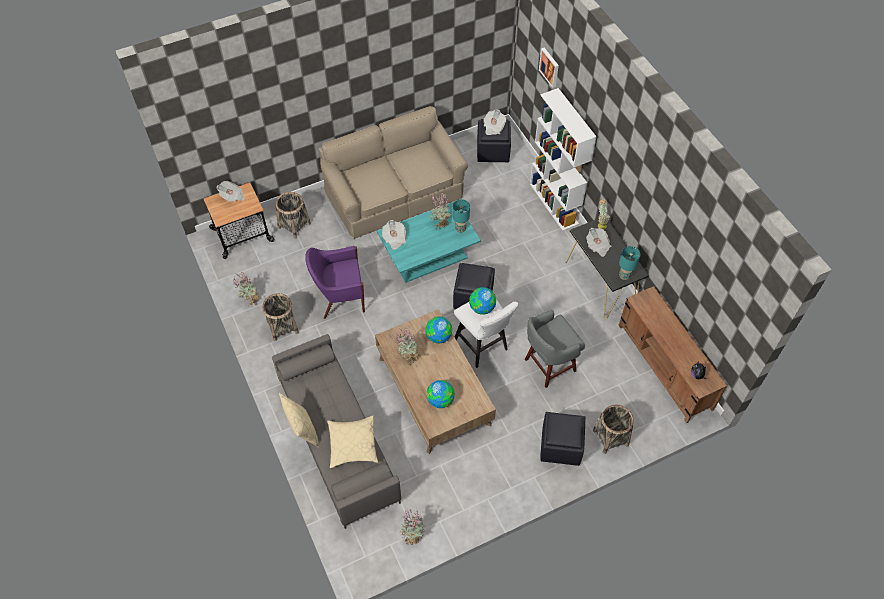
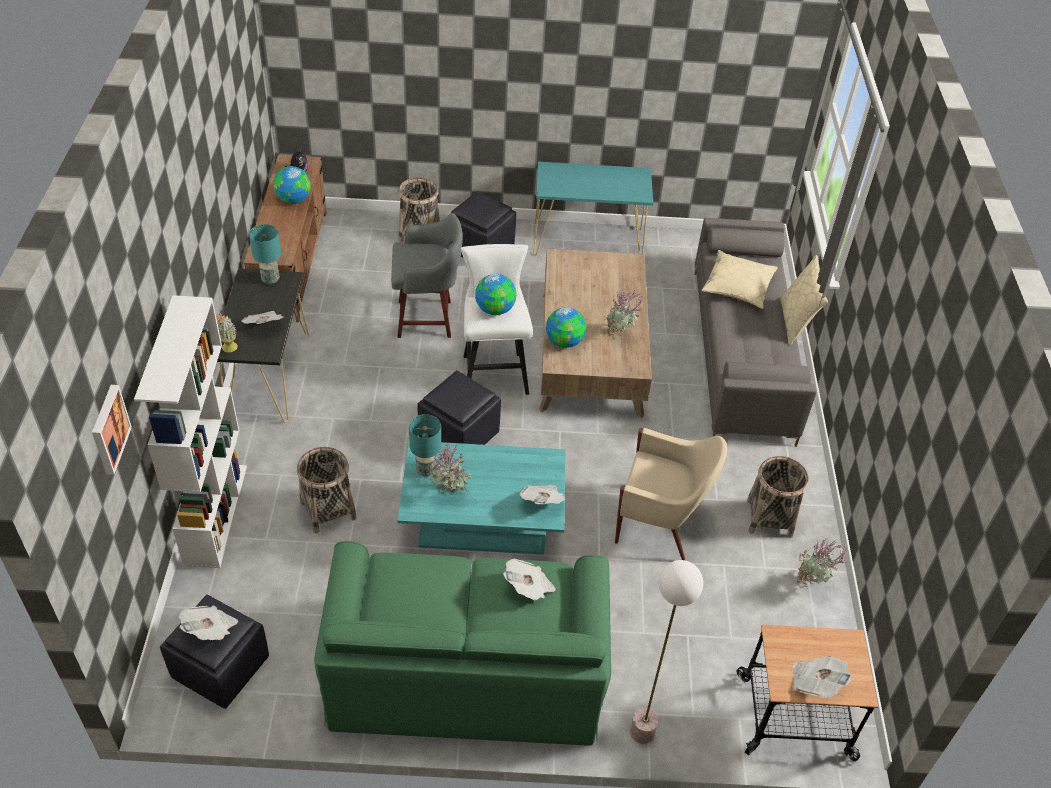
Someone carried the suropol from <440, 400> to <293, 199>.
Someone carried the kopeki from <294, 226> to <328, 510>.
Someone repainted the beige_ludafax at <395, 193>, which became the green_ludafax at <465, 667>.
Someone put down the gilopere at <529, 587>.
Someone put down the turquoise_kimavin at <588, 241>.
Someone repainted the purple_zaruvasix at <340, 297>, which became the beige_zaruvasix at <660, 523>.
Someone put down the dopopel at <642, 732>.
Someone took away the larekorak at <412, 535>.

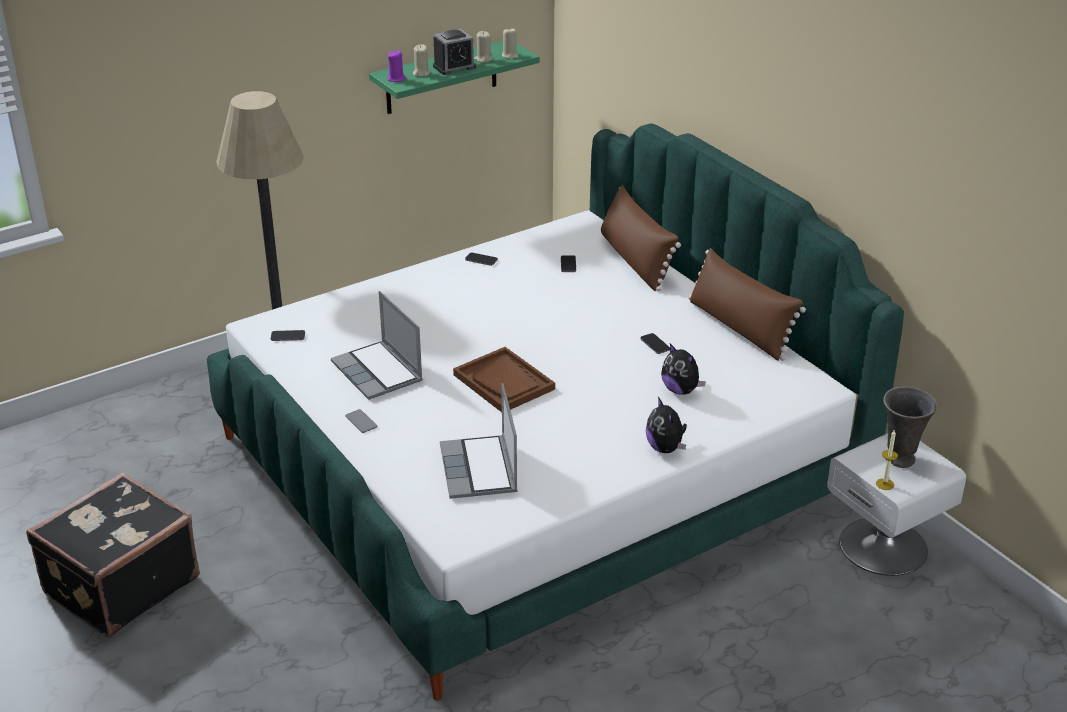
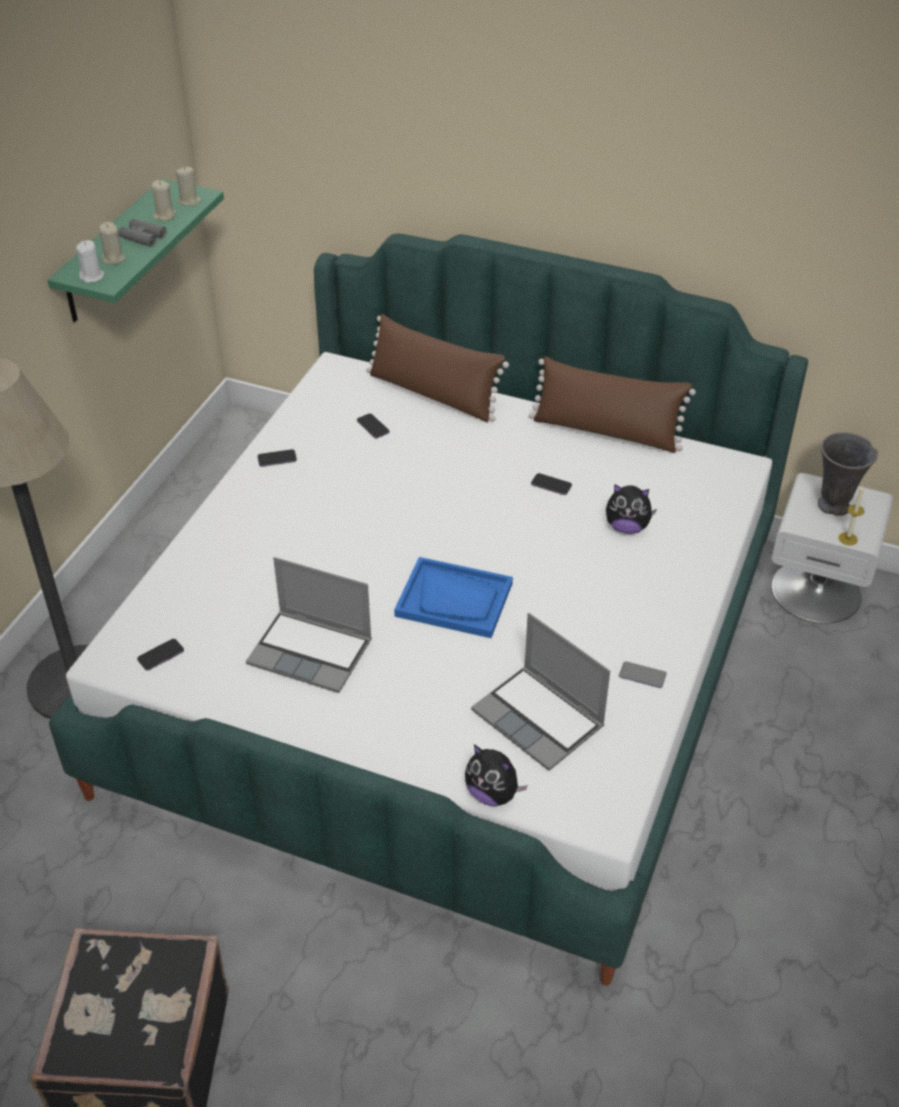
Someone repainted the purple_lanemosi at <396, 79>, which became the white_lanemosi at <92, 277>.
Someone swapped the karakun at <454, 67> for the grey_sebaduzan at <143, 237>.
Someone repainted the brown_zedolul at <504, 382>, which became the blue_zedolul at <454, 600>.
Someone carried the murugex from <665, 448> to <493, 794>.
Someone carried the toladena from <361, 422> to <642, 675>.

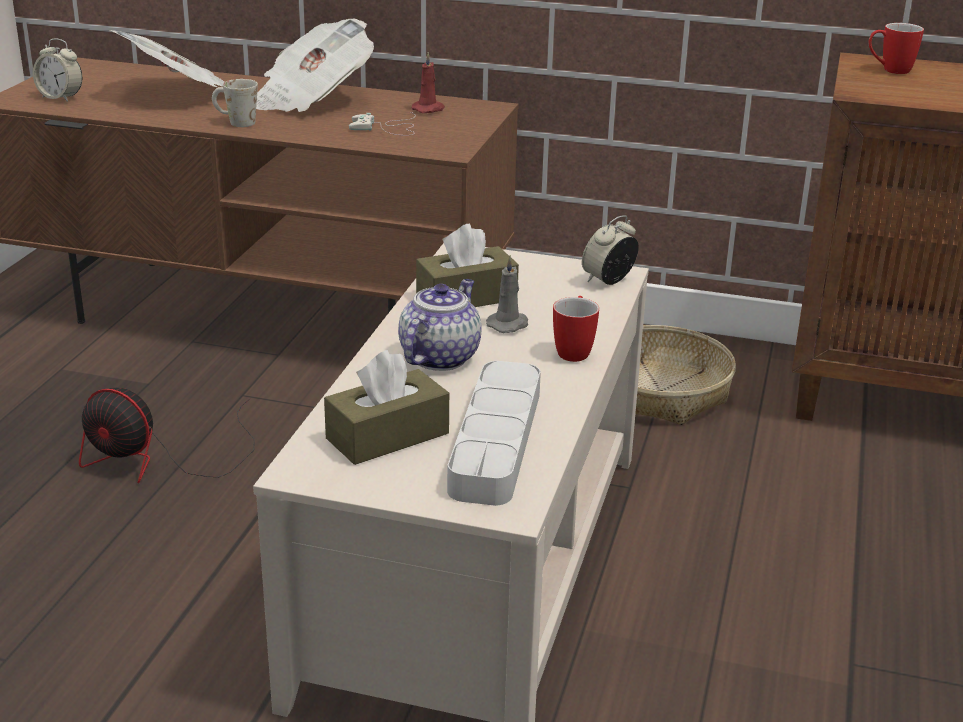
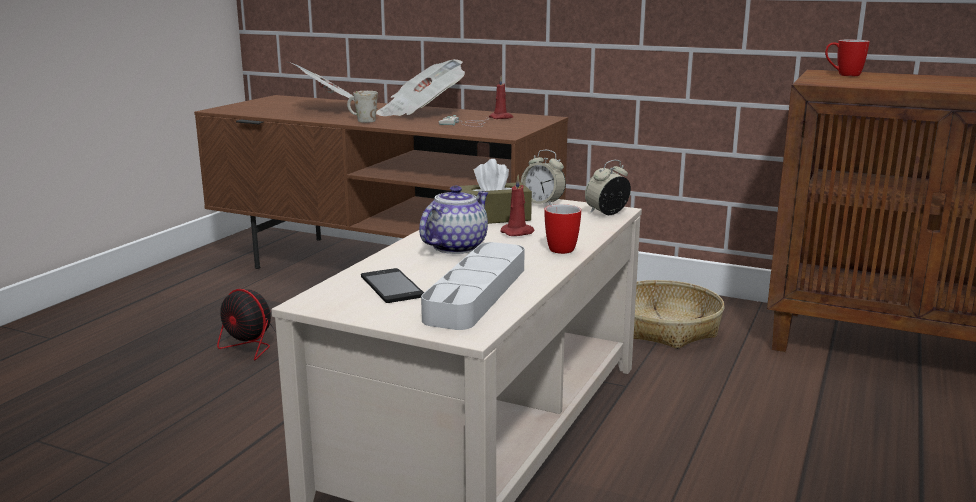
Someone swapped the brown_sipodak at <387, 436> for the toladena at <391, 286>.
Someone repainted the grey_lanemosi at <509, 324>, which became the red_lanemosi at <518, 232>.
Someone carried the karakun from <60, 98> to <542, 203>.

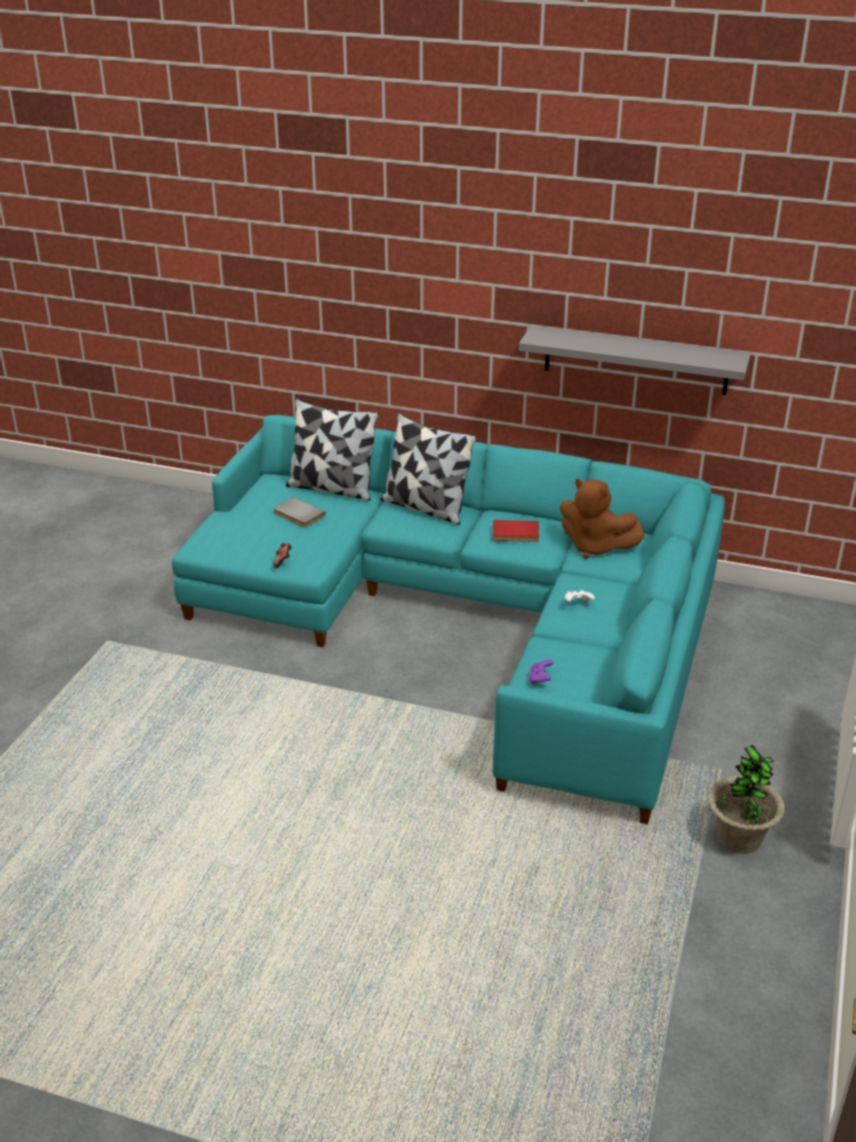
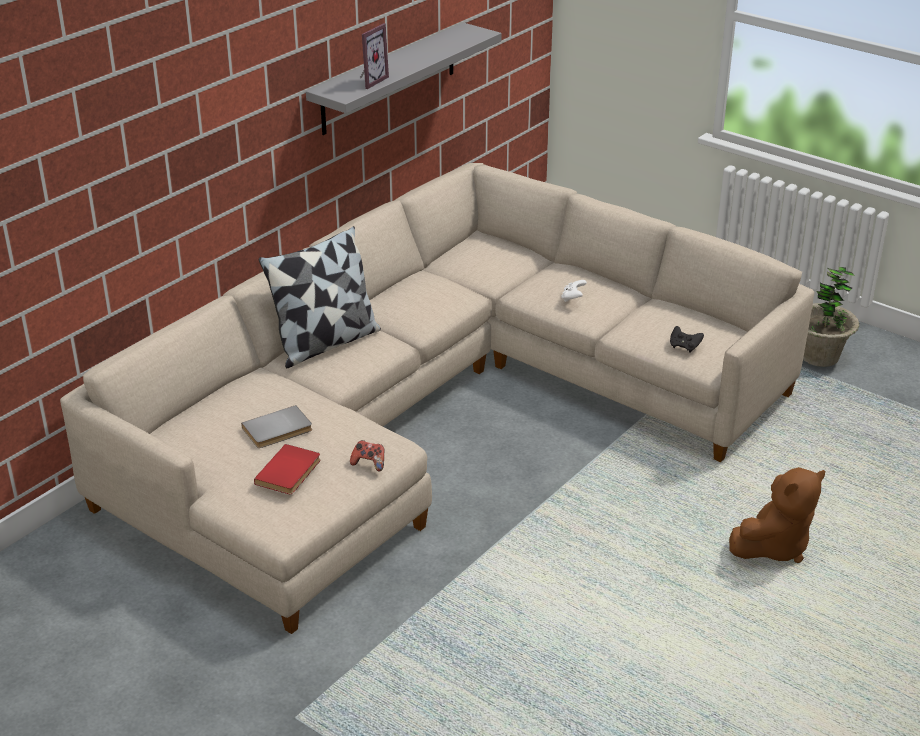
Someone repainted the turquoise_ludafax at <471, 618>, which became the beige_ludafax at <434, 413>.
Someone carried the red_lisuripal from <515, 534> to <290, 472>.
Someone put down the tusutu at <369, 81>.
Someone repainted the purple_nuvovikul at <540, 679>, which became the black_nuvovikul at <684, 347>.
Someone carried the brown_murugex from <595, 547> to <774, 546>.
Someone took away the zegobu at <332, 488>.

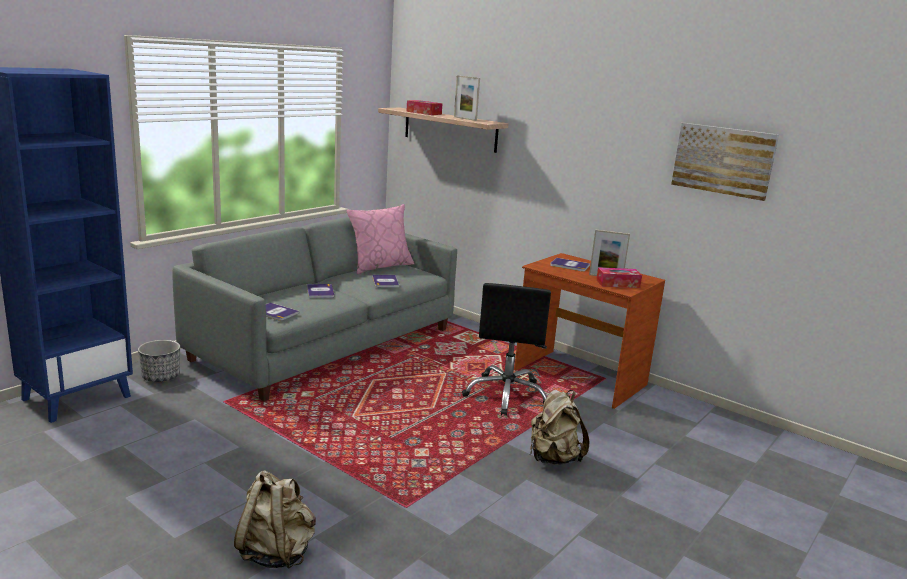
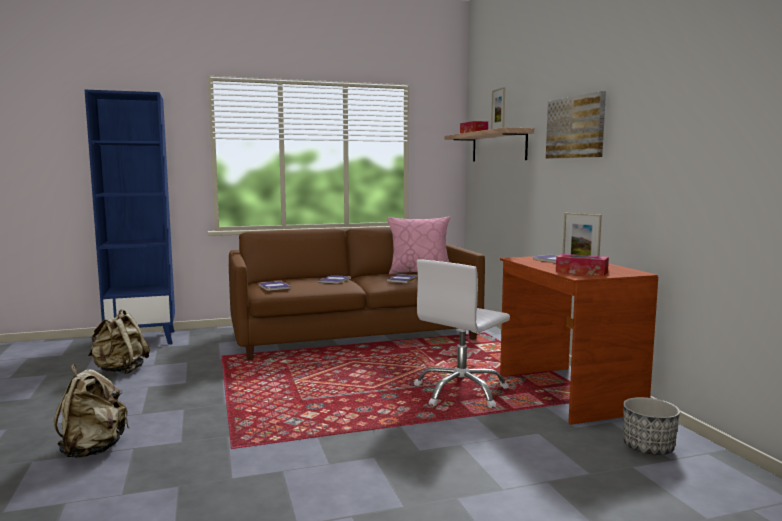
Someone carried the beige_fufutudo from <553, 458> to <120, 371>.
Someone repainted the grey_ludafax at <326, 344>, which became the brown_ludafax at <355, 335>.
Someone repainted the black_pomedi at <507, 395>, which became the white_pomedi at <461, 392>.
Someone carried the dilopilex from <723, 160> to <576, 127>.
Someone carried the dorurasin from <161, 377> to <648, 448>.

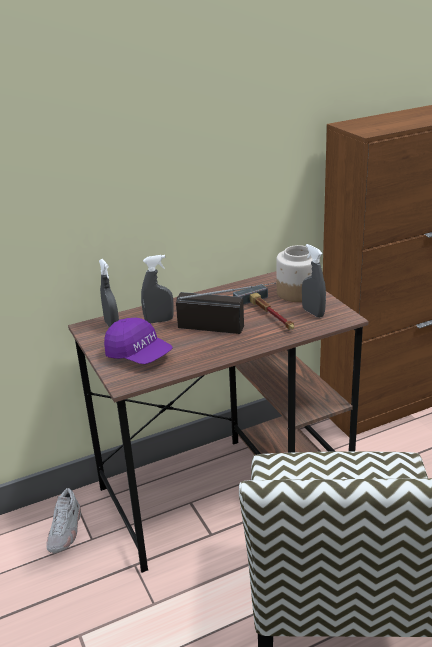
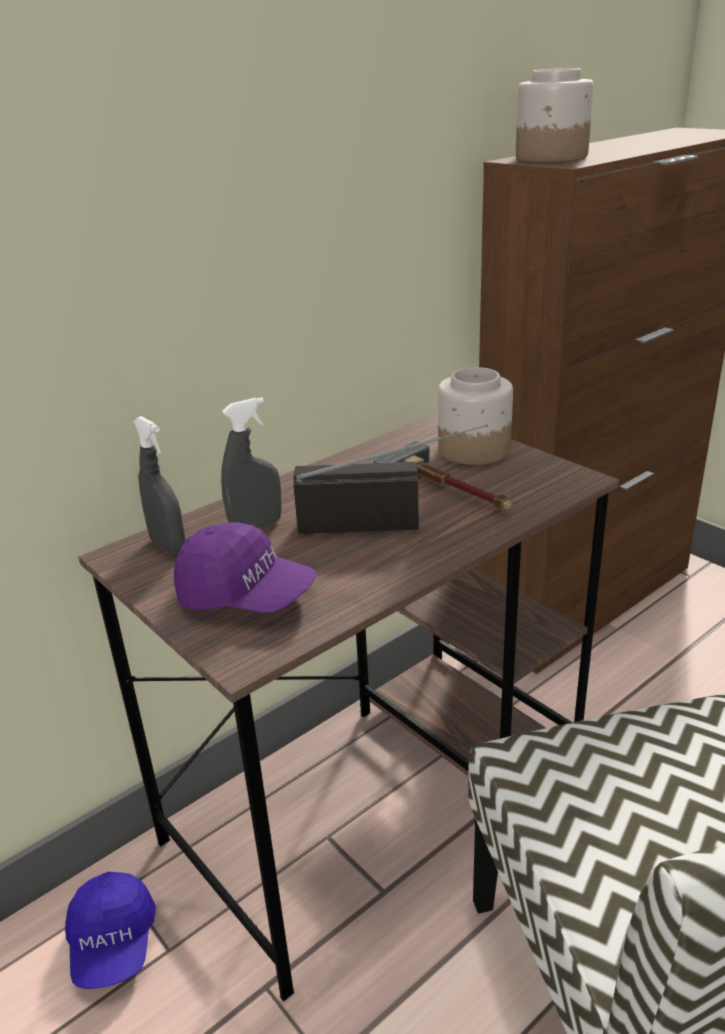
Someone swapped the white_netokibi at <65, 530> for the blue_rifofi at <113, 943>.
Someone put down the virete at <551, 157>.
Someone took away the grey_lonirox at <313, 312>.

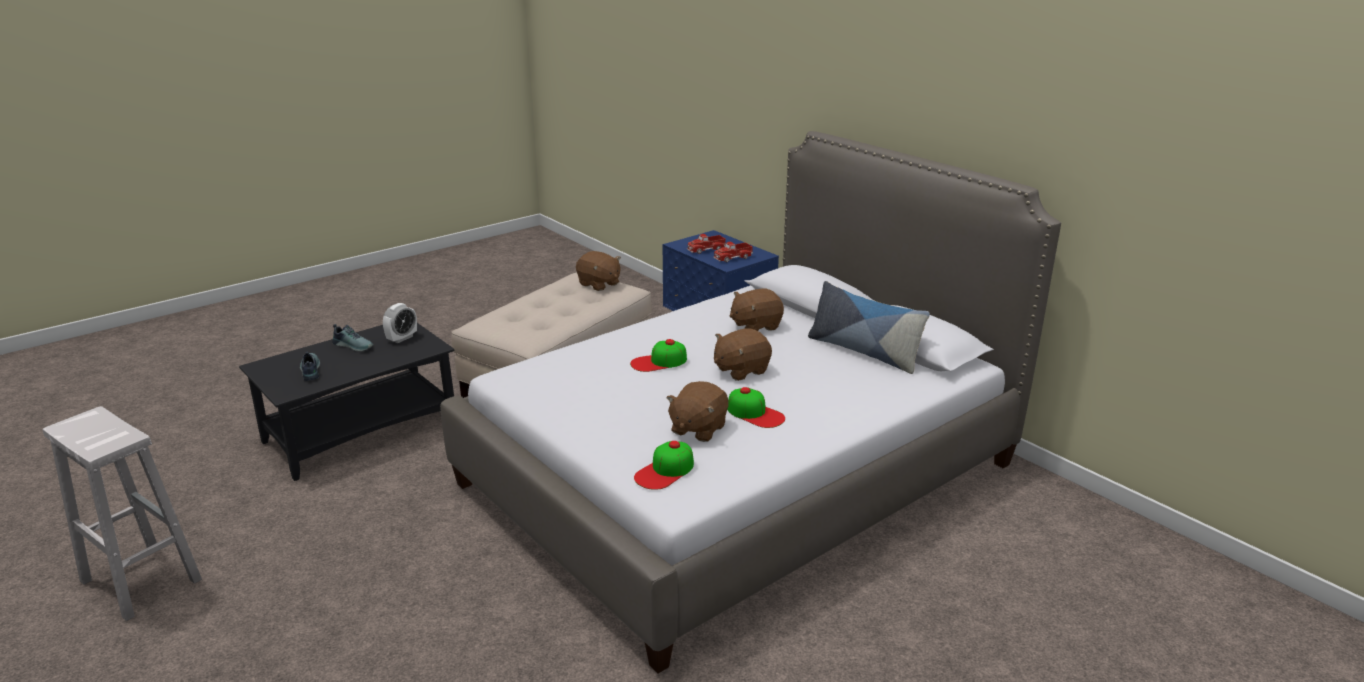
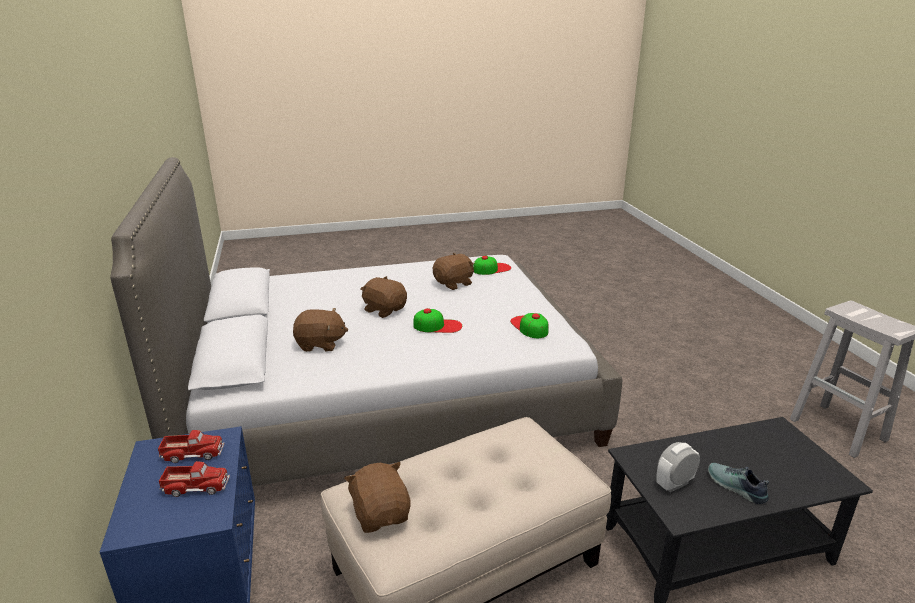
Someone rotated the brown_murugex at <741, 370> by 135 degrees counterclockwise.
Someone carried the rifofi from <755, 413> to <529, 326>.
Someone took away the netokibi at <309, 371>.
Someone took away the zegobu at <864, 352>.

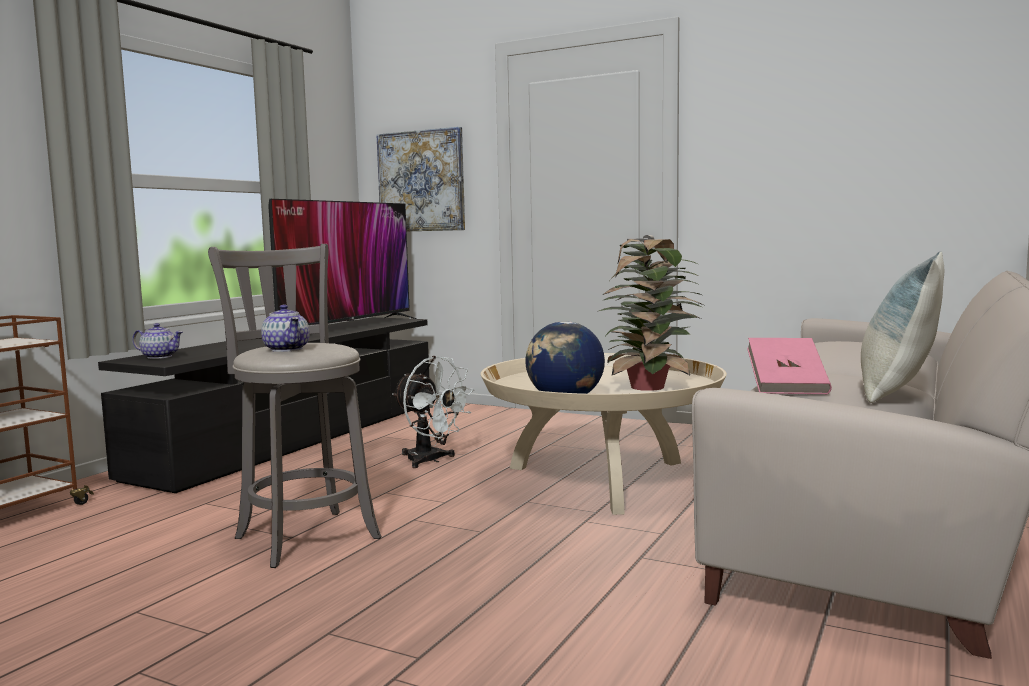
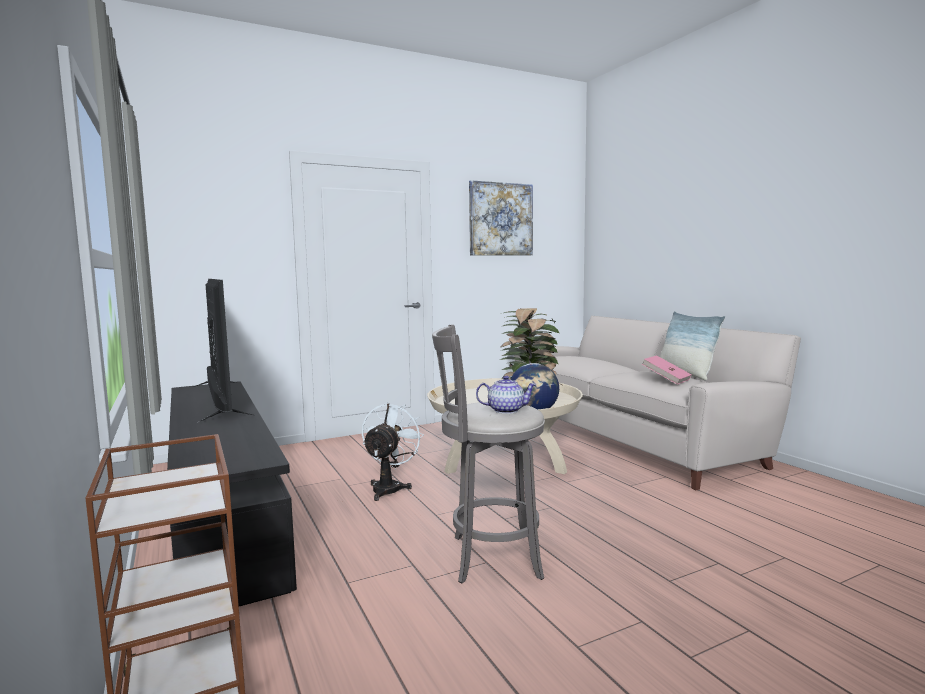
Someone rotated the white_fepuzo at <431, 461> by 60 degrees counterclockwise.
Someone carried the dilopilex from <421, 181> to <500, 219>.
Someone took away the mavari at <159, 357>.

